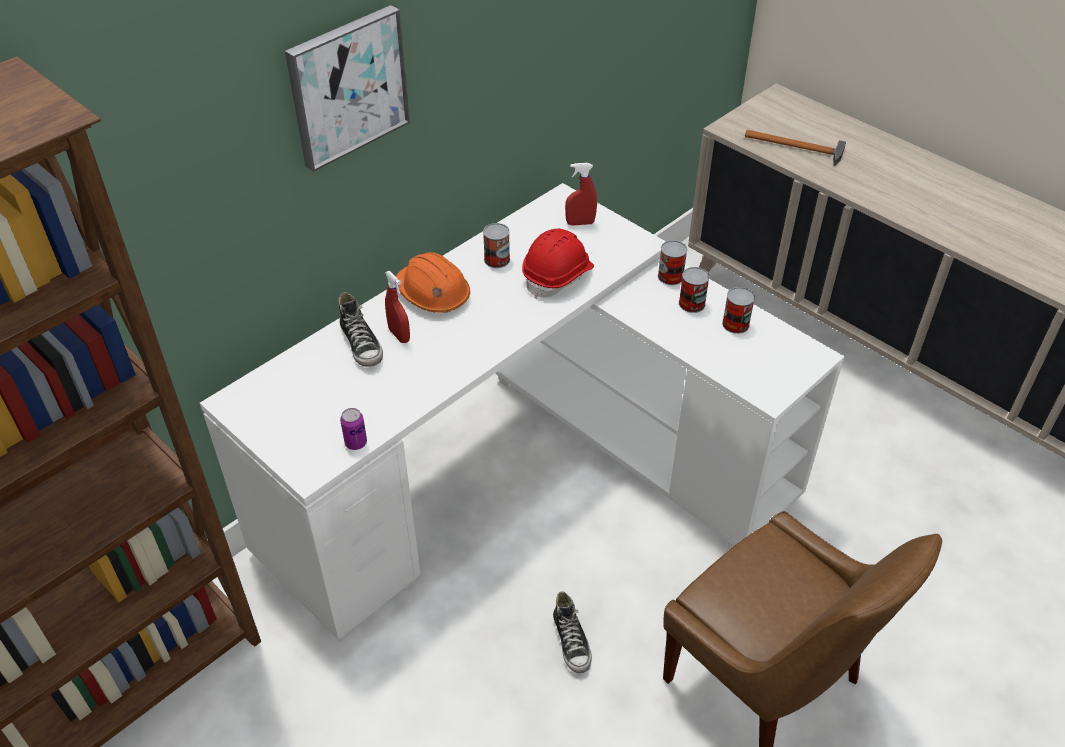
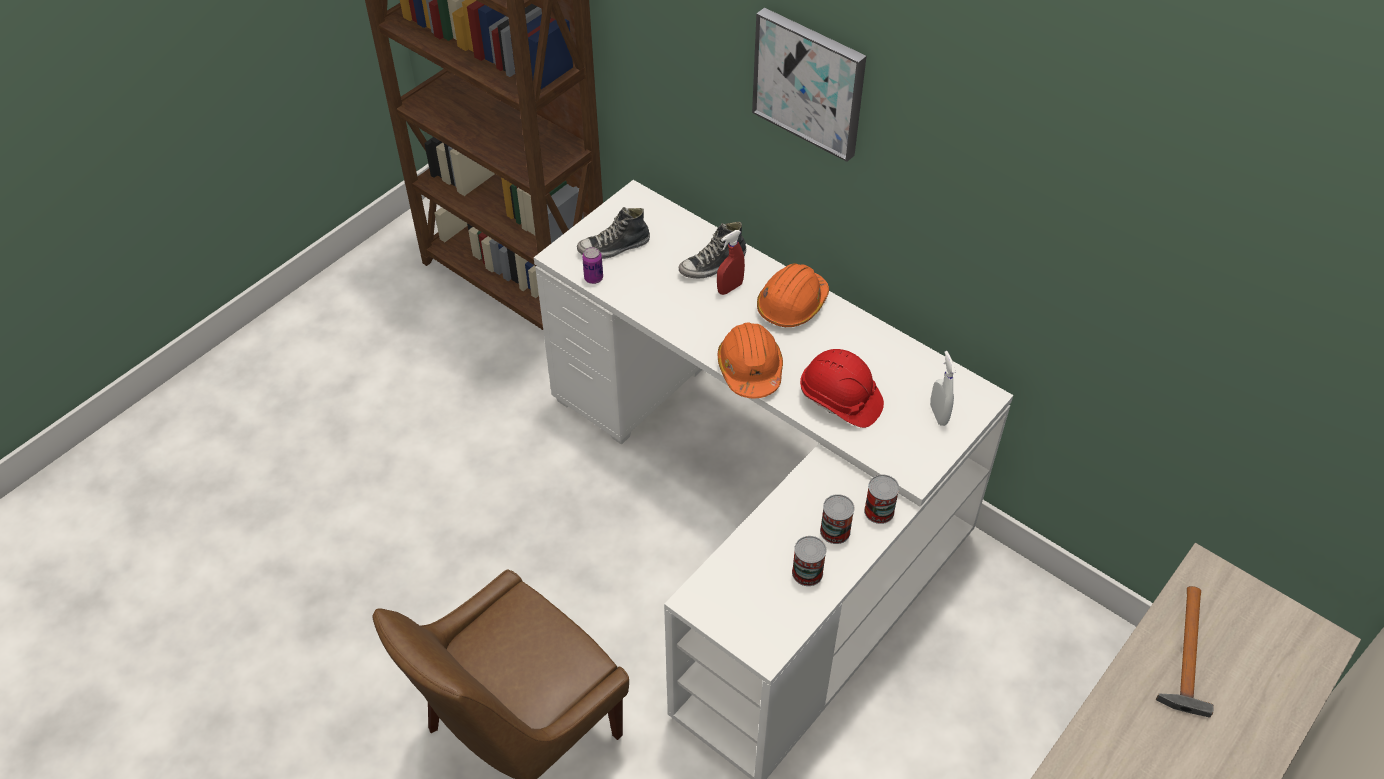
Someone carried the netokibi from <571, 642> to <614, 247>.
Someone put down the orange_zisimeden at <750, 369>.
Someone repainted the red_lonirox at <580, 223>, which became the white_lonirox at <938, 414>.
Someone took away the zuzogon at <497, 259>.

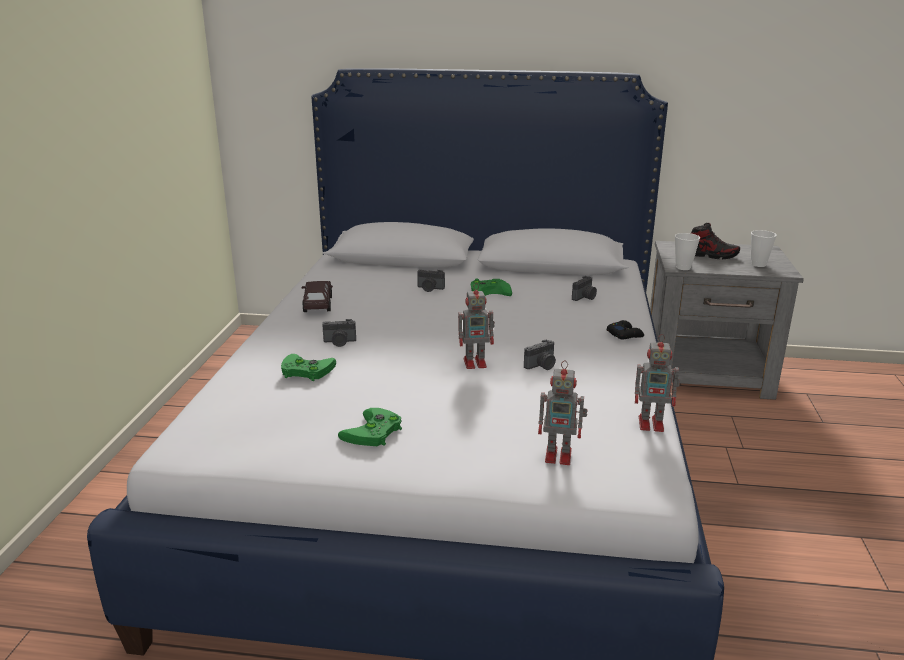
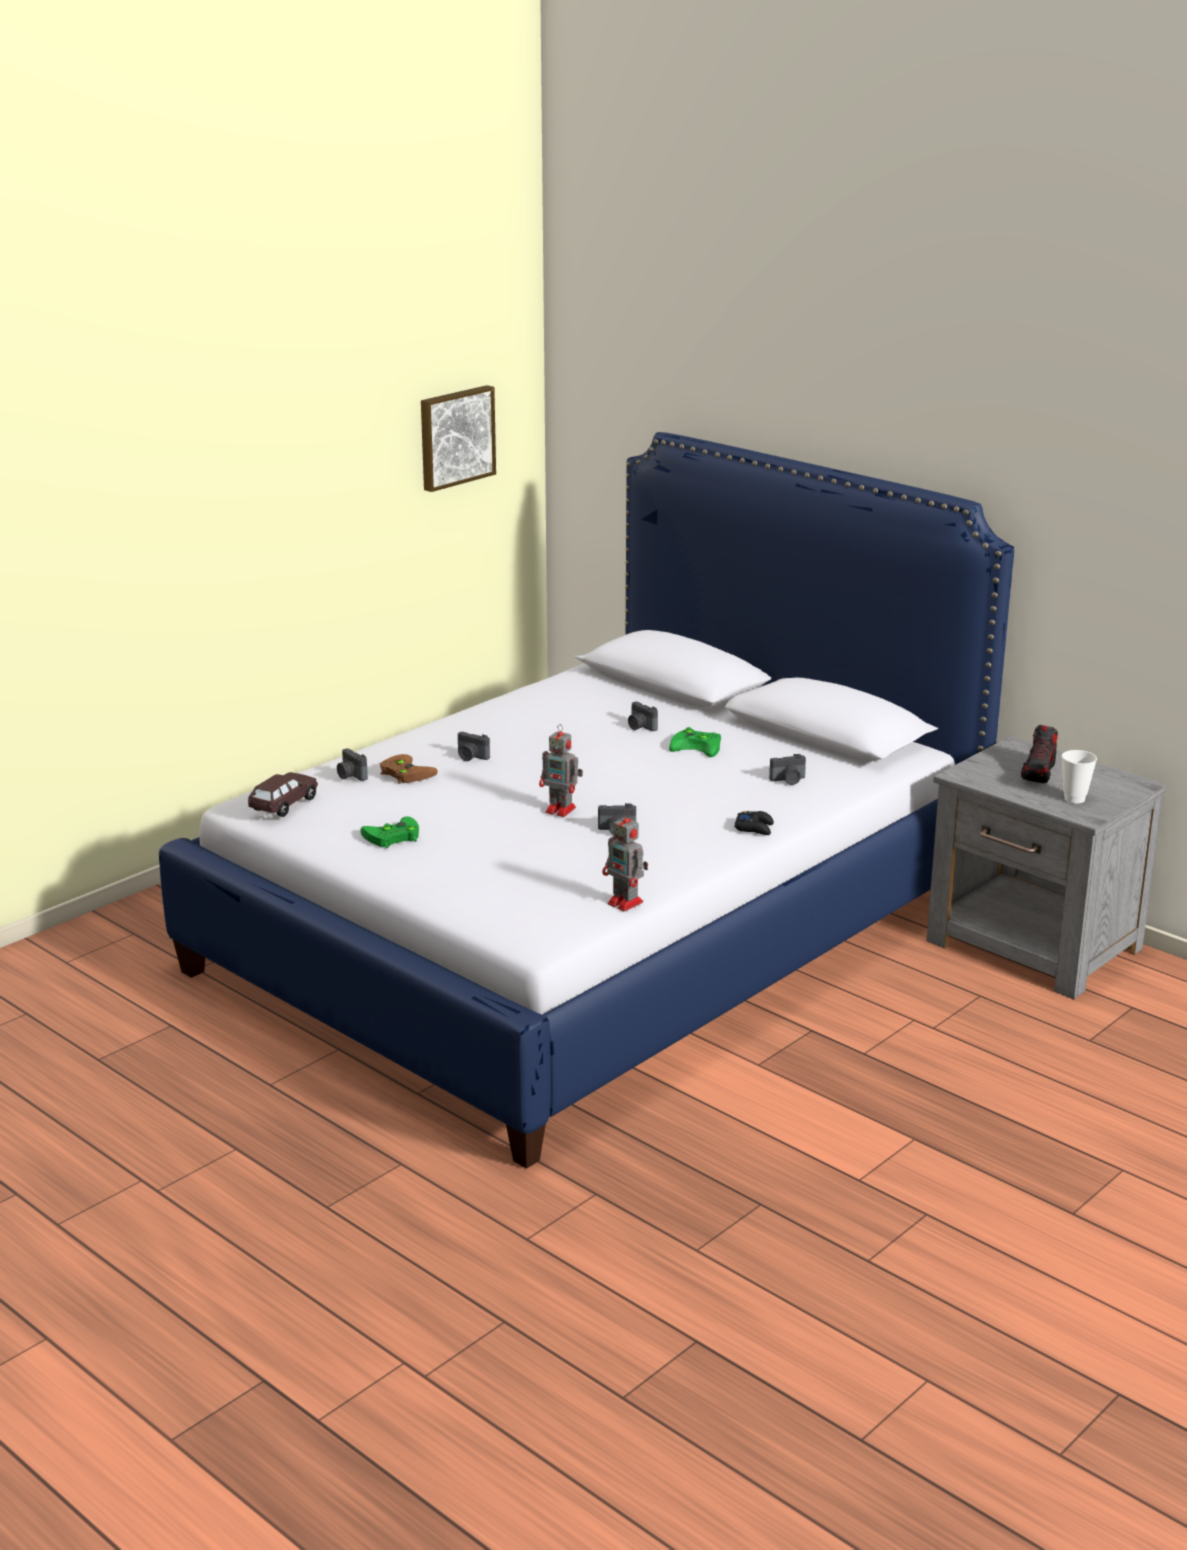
Someone carried the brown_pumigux from <318, 305> to <283, 805>.
Someone put down the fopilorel at <350, 776>.
Someone repainted the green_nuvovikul at <305, 370>, which became the brown_nuvovikul at <404, 773>.
Someone put up the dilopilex at <455, 437>.
Someone rotated the netokibi at <711, 255> by 60 degrees clockwise.
Someone took away the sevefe at <560, 456>.
Someone took away the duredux at <683, 267>.

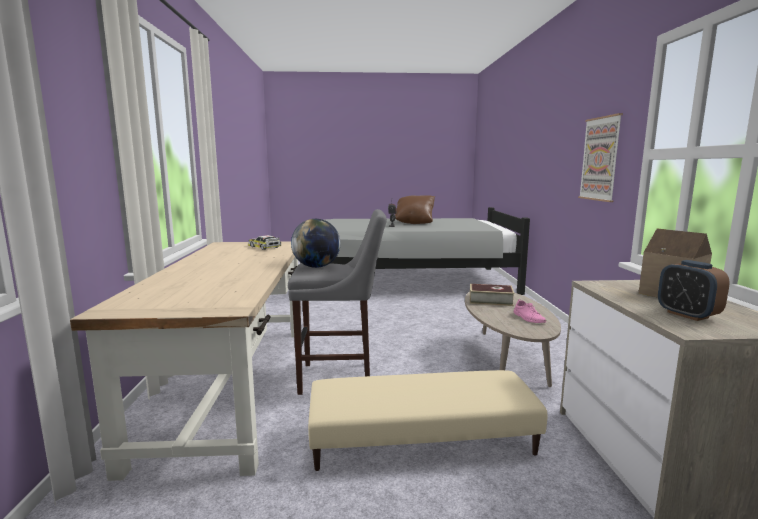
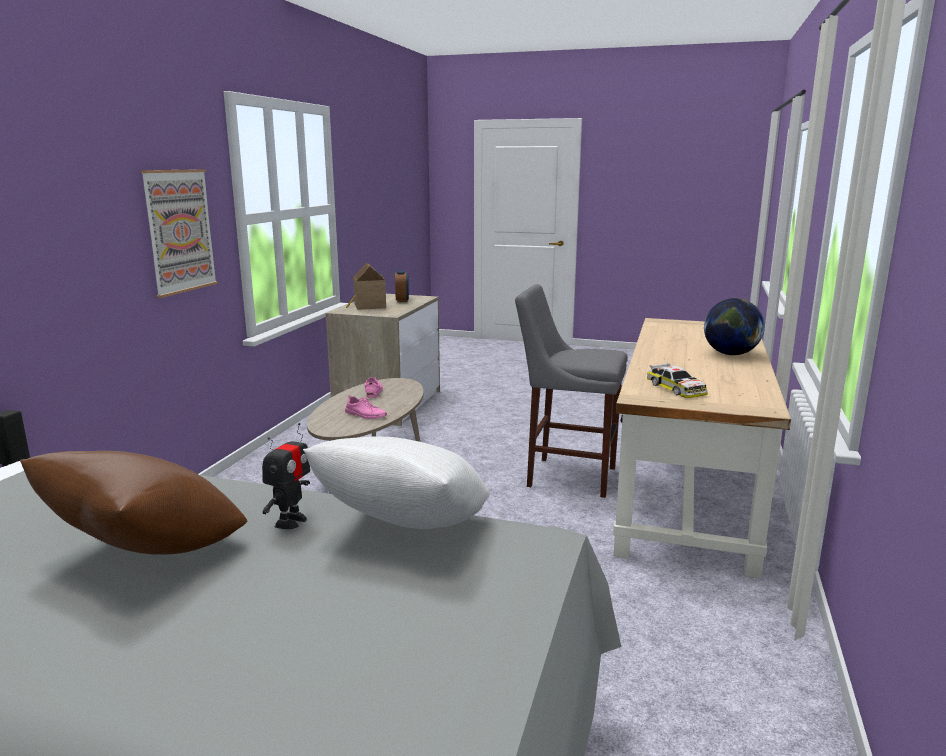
Someone put down the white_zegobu at <404, 531>.
Someone swapped the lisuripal at <490, 300> for the pink_netokibi at <365, 415>.
Someone carried the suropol from <316, 267> to <730, 354>.
Someone took away the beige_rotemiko at <421, 439>.

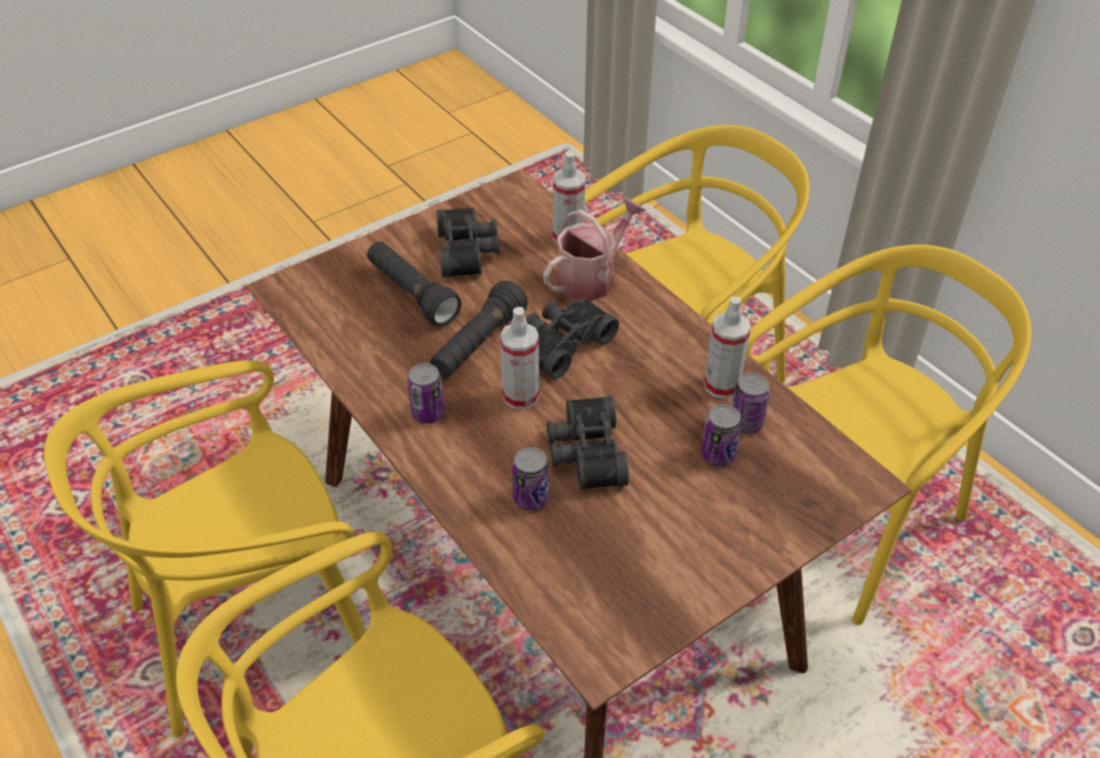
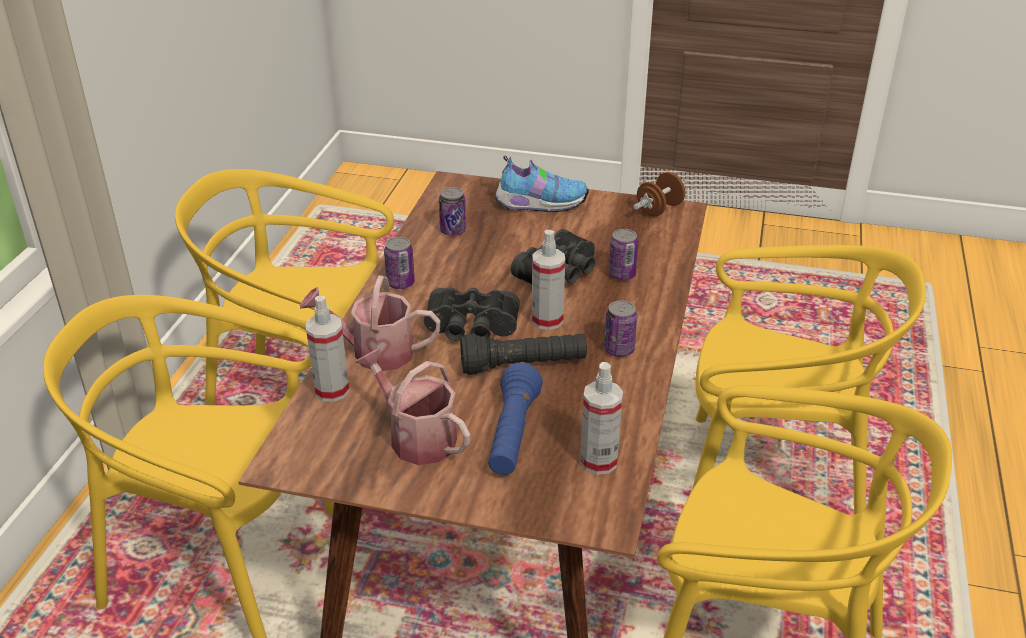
Someone swapped the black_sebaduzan at <468, 251> for the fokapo at <416, 437>.
Someone carried the zuzogon from <718, 455> to <400, 283>.
Someone repainted the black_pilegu at <412, 294>, which became the blue_pilegu at <512, 435>.
Someone put down the netokibi at <539, 204>.
Someone carried the lonirox from <721, 385> to <599, 461>.
Someone put down the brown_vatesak at <659, 209>.

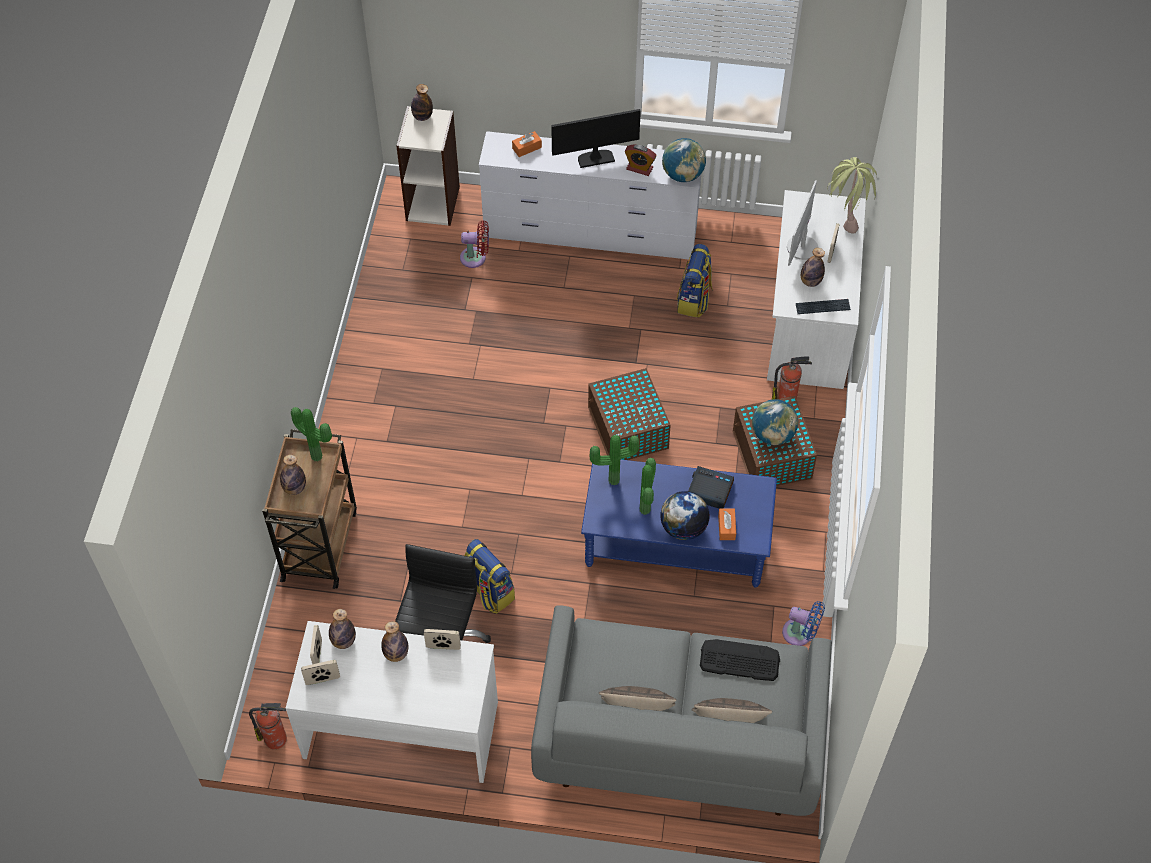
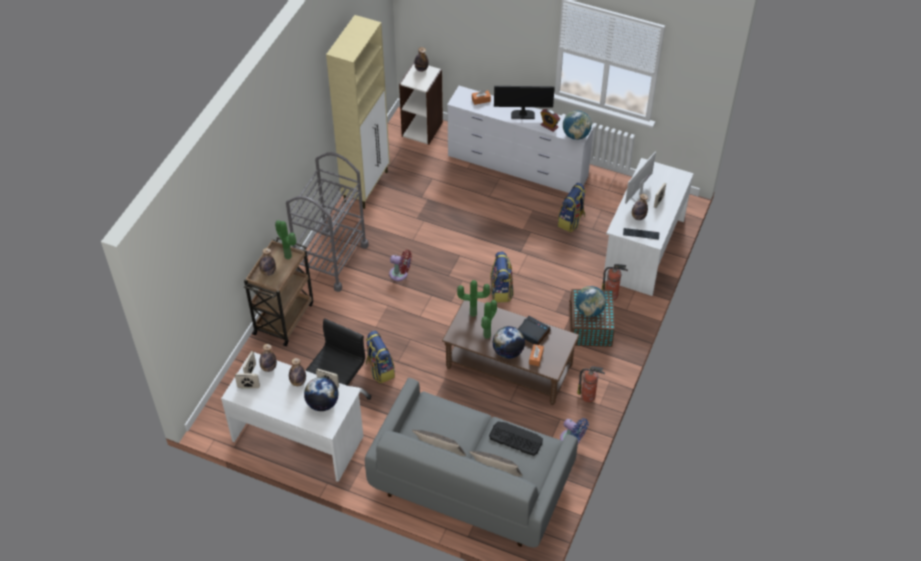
Someone put down the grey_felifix at <331, 260>.
Someone put down the suropol at <322, 403>.
Someone put down the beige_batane at <366, 186>.
Someone carried the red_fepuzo from <476, 258> to <400, 274>.
Someone repainted the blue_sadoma at <675, 543>, which became the brown_sadoma at <508, 366>.
Someone swapped the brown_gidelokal at <628, 429> for the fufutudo at <501, 291>.
Someone carried the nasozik from <277, 739> to <589, 396>.
Someone took away the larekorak at <845, 217>.

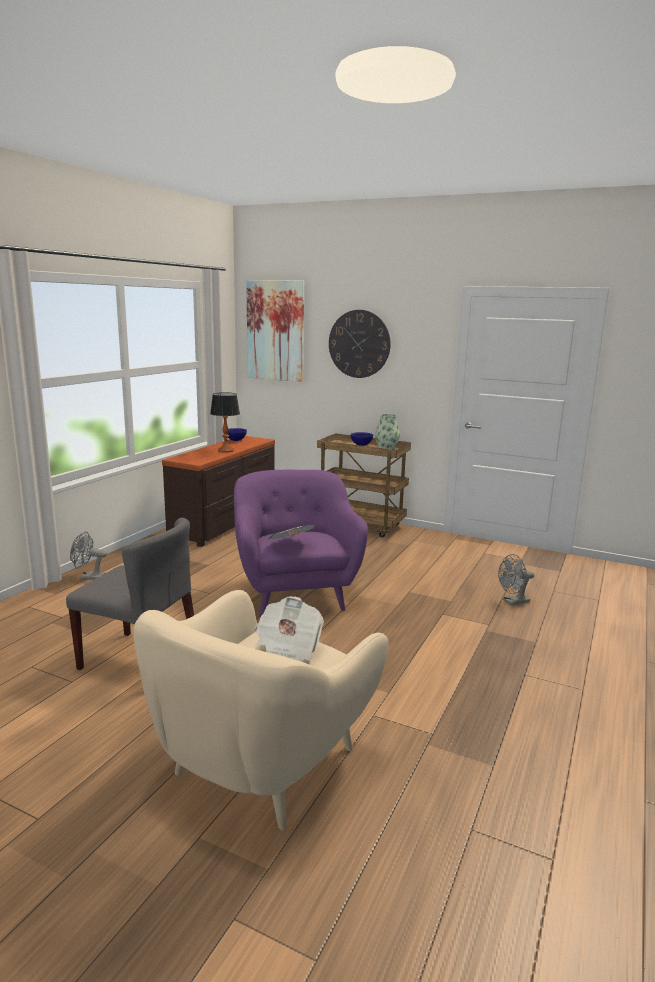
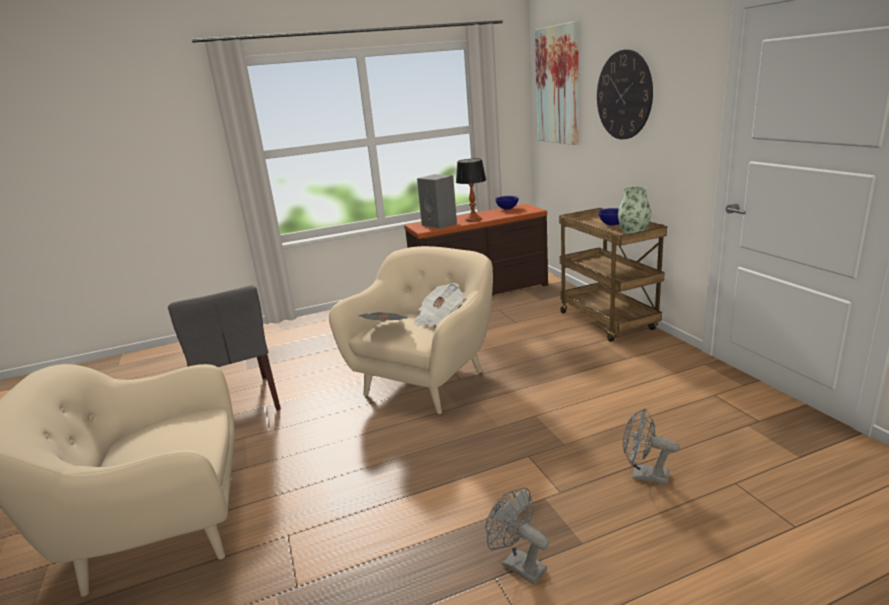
Someone repainted the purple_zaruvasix at <295, 593>, which became the beige_zaruvasix at <426, 380>.
Someone carried the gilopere from <288, 649> to <439, 318>.
Someone put down the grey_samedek at <440, 224>.
Someone carried the grey_fepuzo from <88, 577> to <518, 564>.

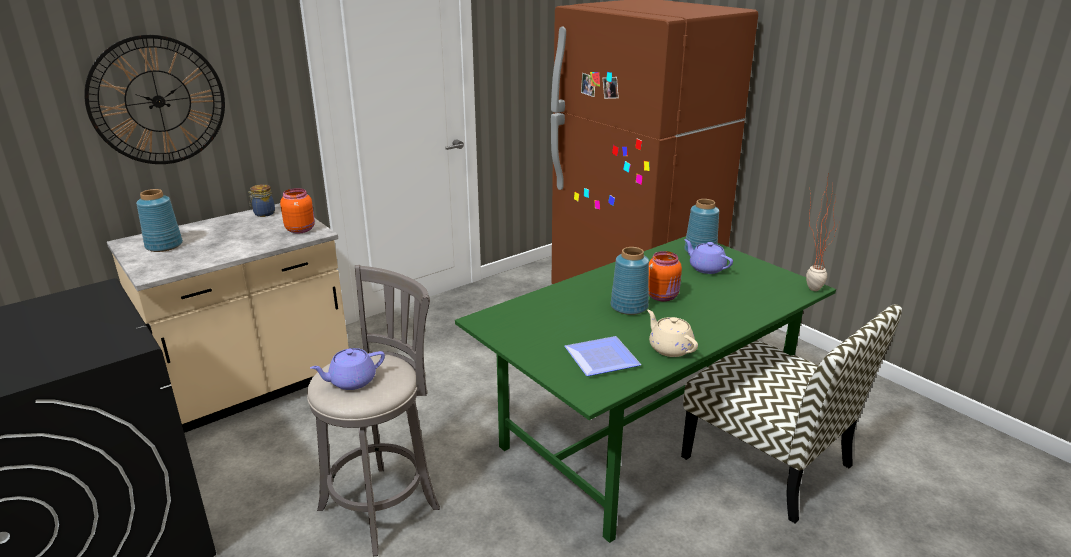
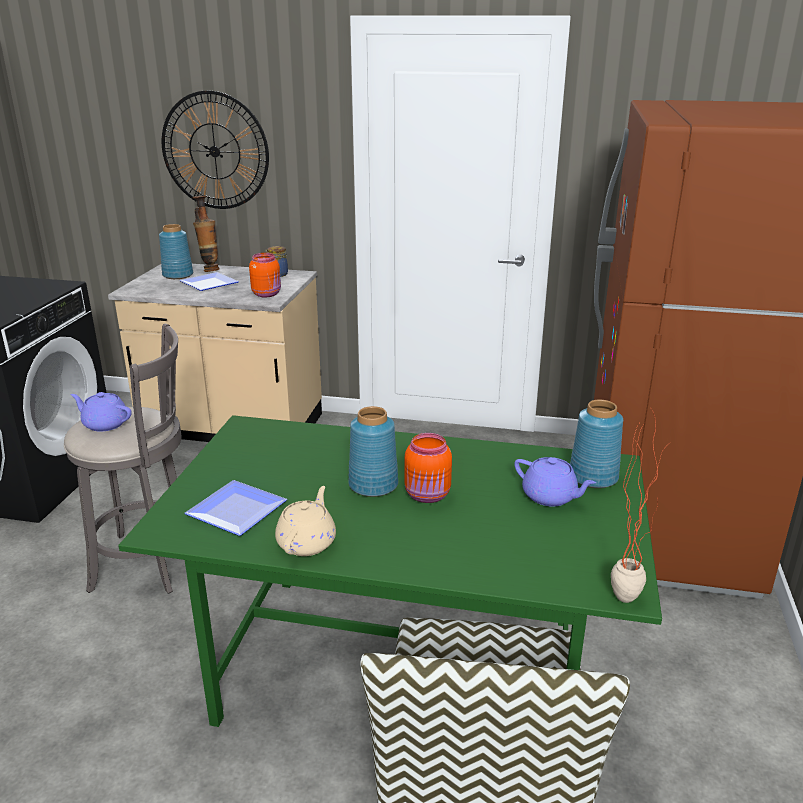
Someone put down the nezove at <211, 284>.
Someone put down the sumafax at <210, 270>.
Someone rotated the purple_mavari at <706, 268> by 120 degrees clockwise.

